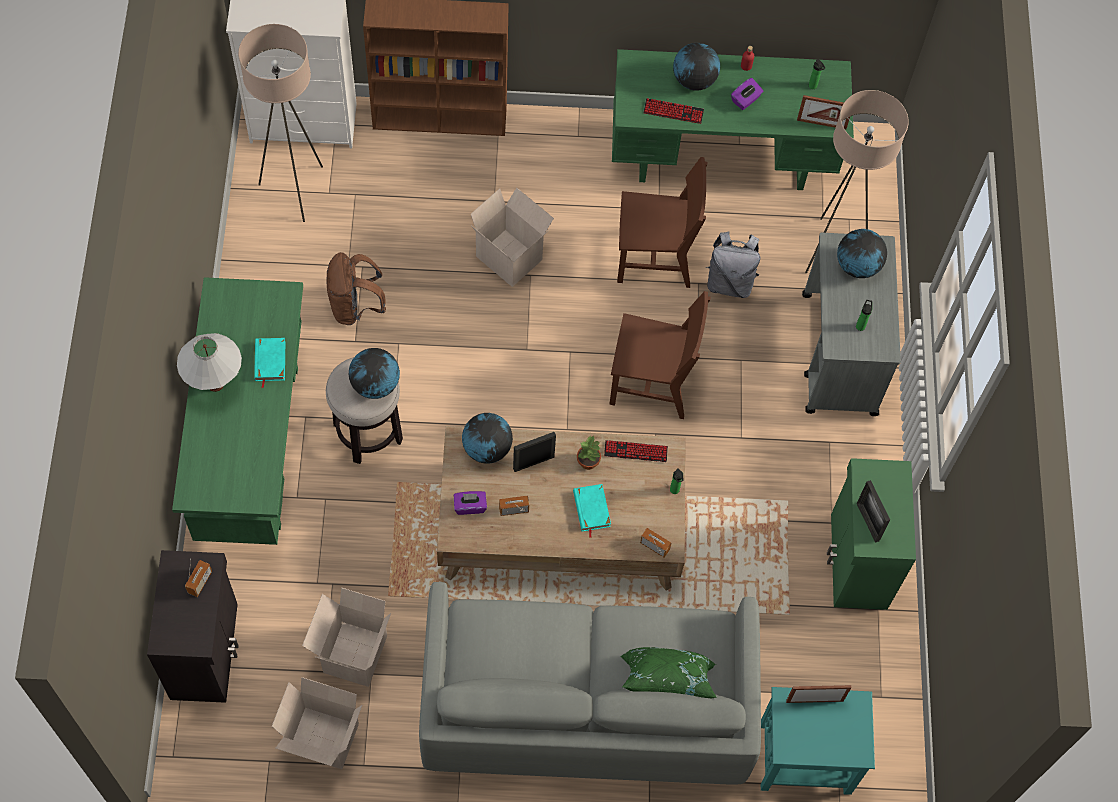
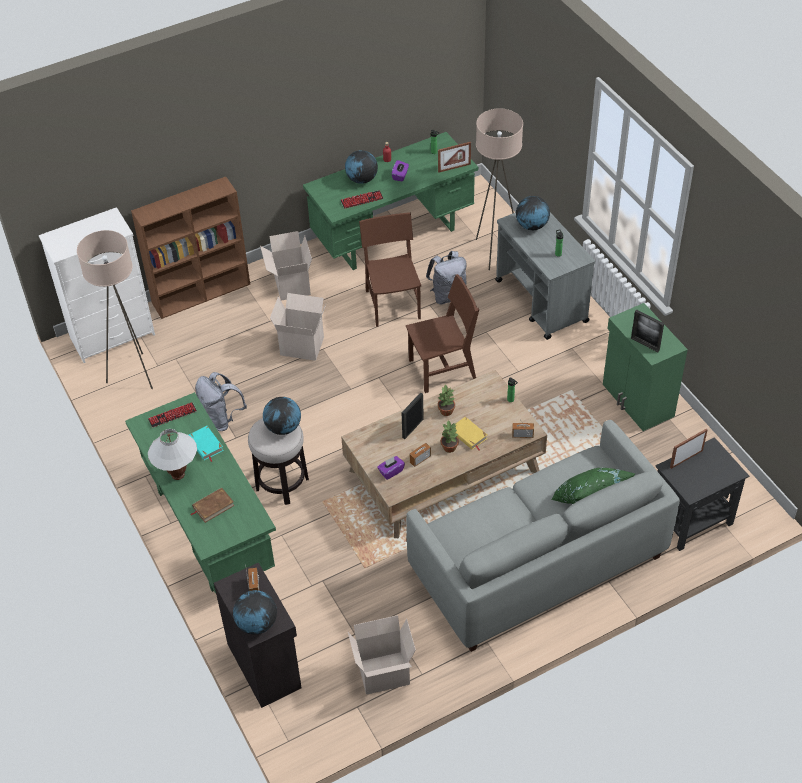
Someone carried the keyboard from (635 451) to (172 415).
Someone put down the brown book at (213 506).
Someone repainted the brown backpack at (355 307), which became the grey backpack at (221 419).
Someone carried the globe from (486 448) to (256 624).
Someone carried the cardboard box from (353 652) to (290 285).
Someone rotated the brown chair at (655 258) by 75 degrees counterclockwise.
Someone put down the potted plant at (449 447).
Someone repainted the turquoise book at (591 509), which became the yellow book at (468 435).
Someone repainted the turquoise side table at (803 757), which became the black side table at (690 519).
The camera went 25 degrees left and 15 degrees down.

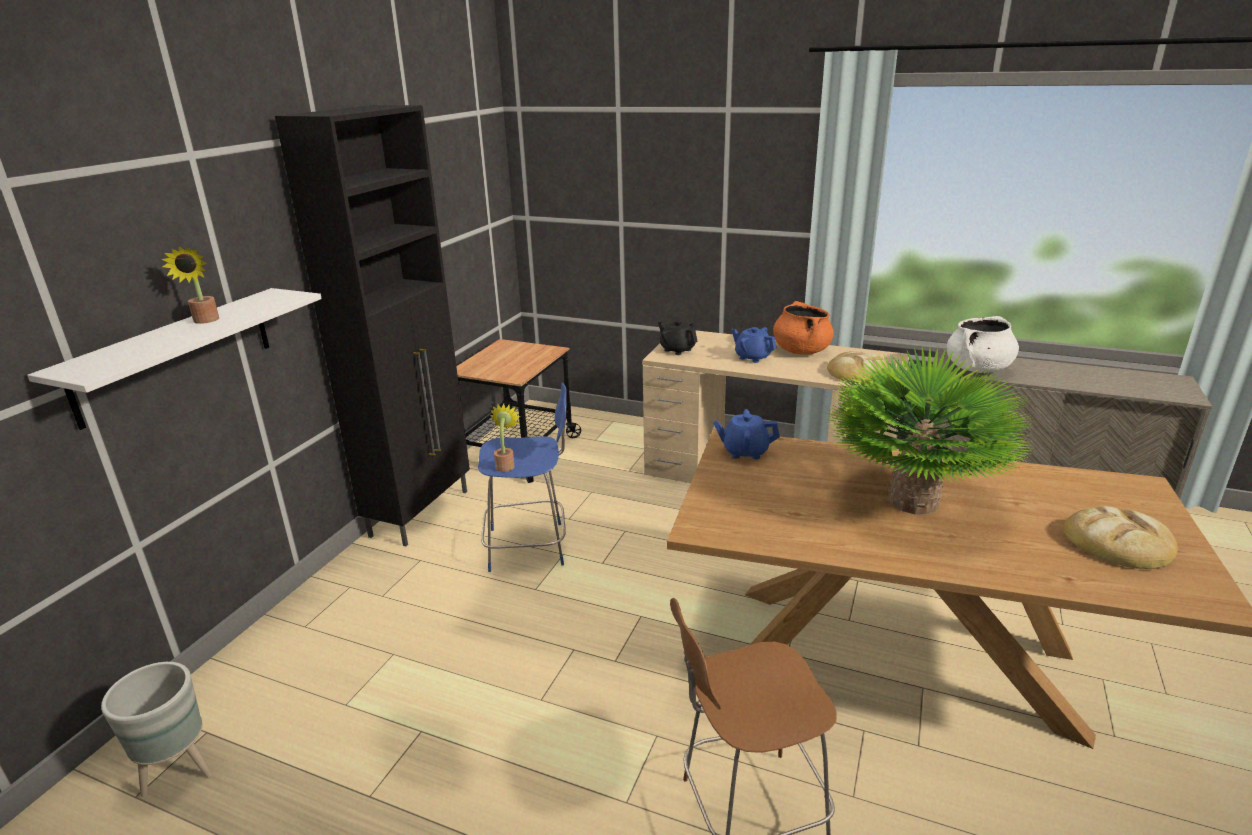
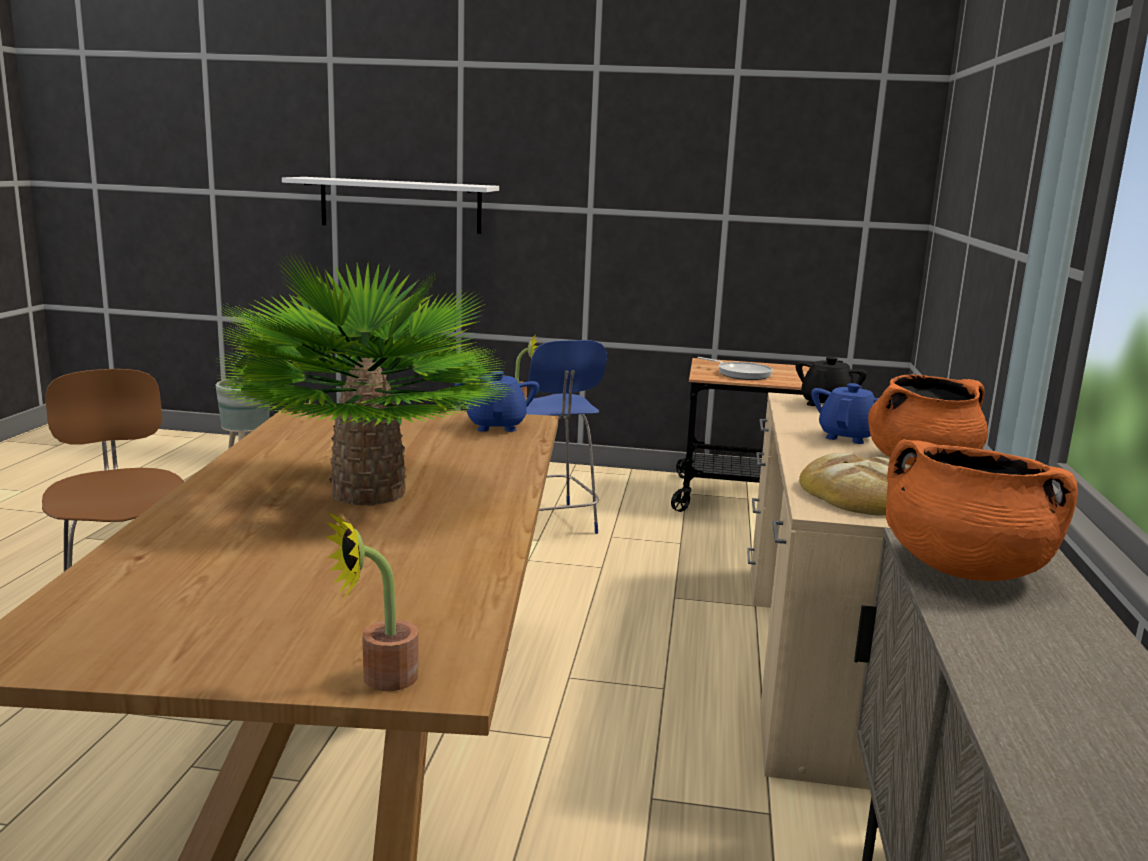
Someone carried the potted plant from (205 321) to (379 679).
Someone put down the frying pan at (741 374).
Someone repainted the white cooking pot at (977 369), which became the orange cooking pot at (963 568).
Someone took away the black cabinet at (422 512).
Someone took away the bread at (1118 542).
The camera went 75 degrees right and 10 degrees down.

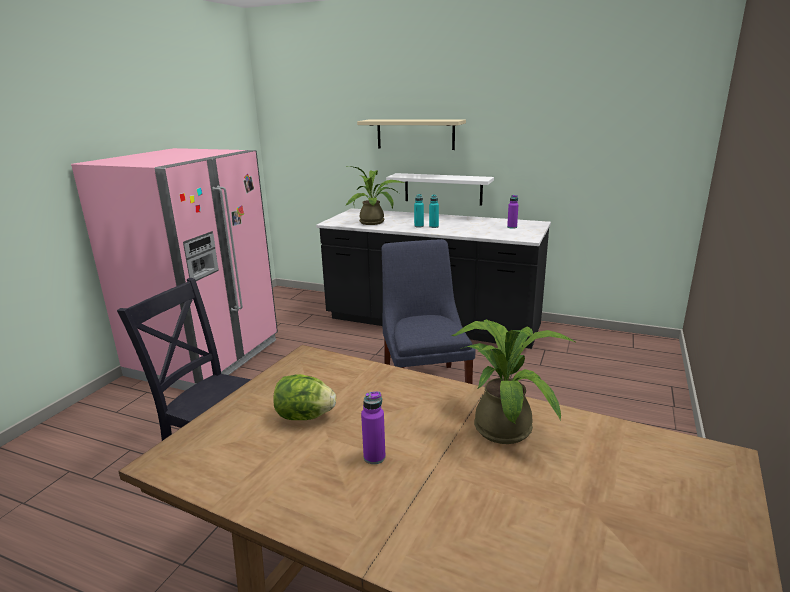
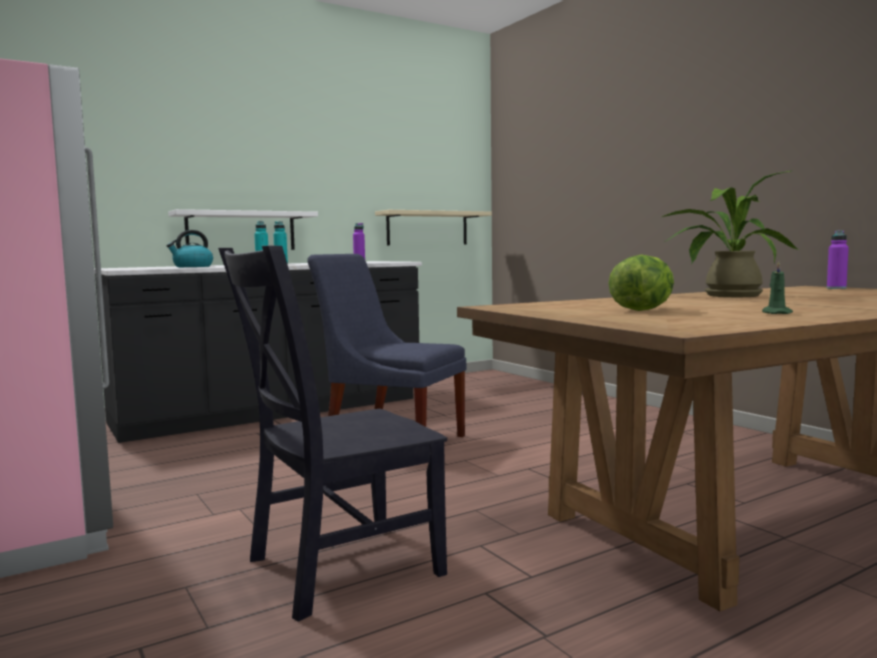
Someone swapped the potted plant at (375 222) for the kettle at (192 266).
Someone carried the beige shelf from (415 134) to (427 228).
Someone put down the green candle at (776 313).
Someone carried the purple bottle from (374 457) to (836 288).
The camera went 55 degrees left and 15 degrees down.

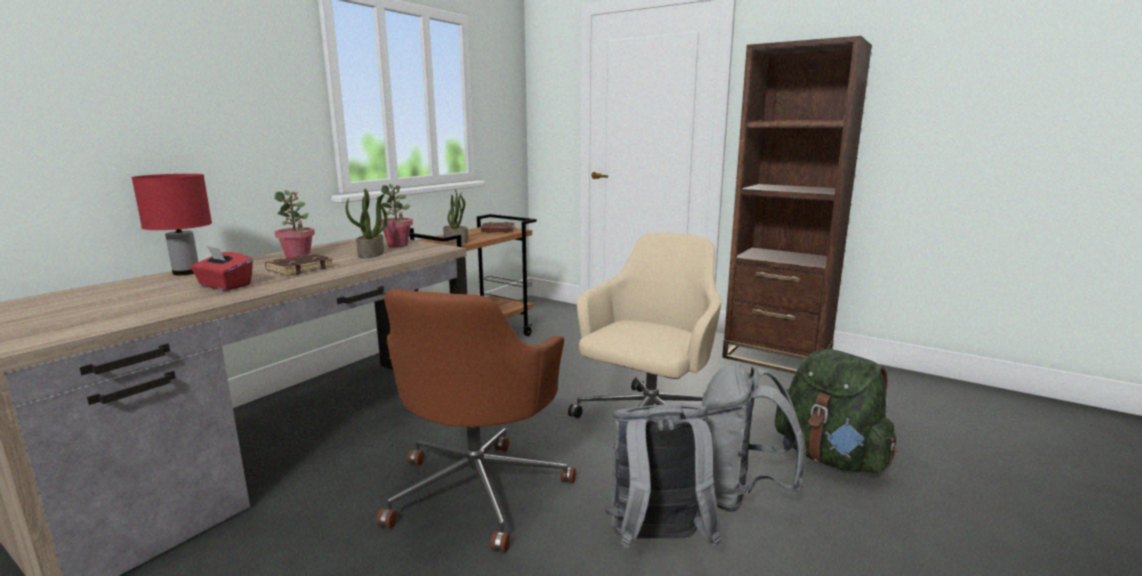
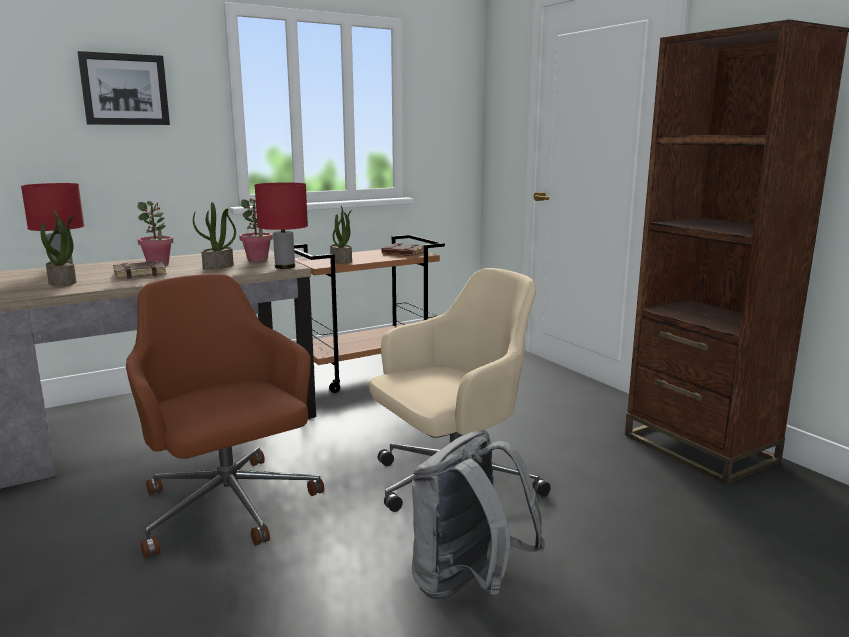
Someone swapped the red tissue box at (224 286) for the potted plant at (63 282).
Someone put up the picture at (125 89).
Someone rotated the brown office chair at (479 488) by 105 degrees clockwise.
Someone put down the red table lamp at (284 267).
Someone took away the grey backpack at (657 541).
Someone took away the green backpack at (830 457).
The camera went 25 degrees right and 0 degrees up.

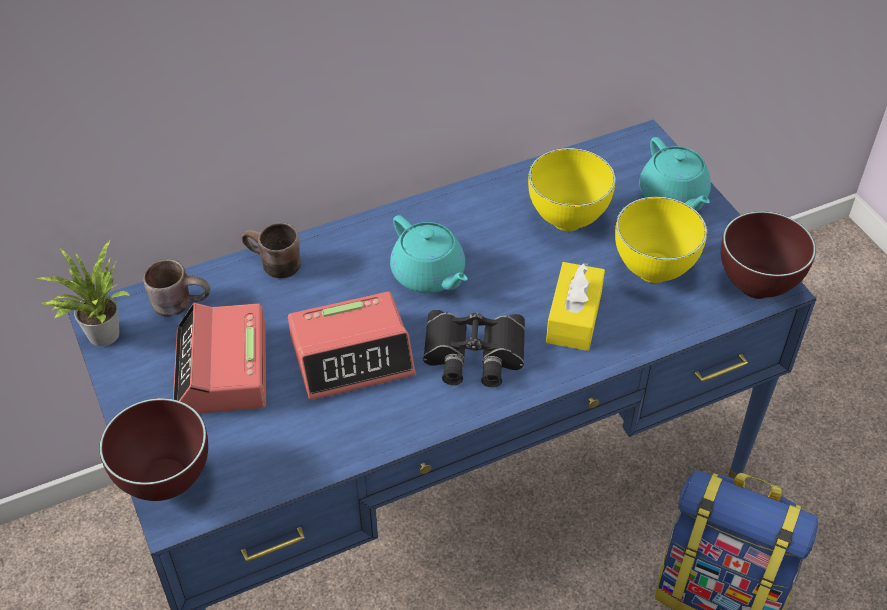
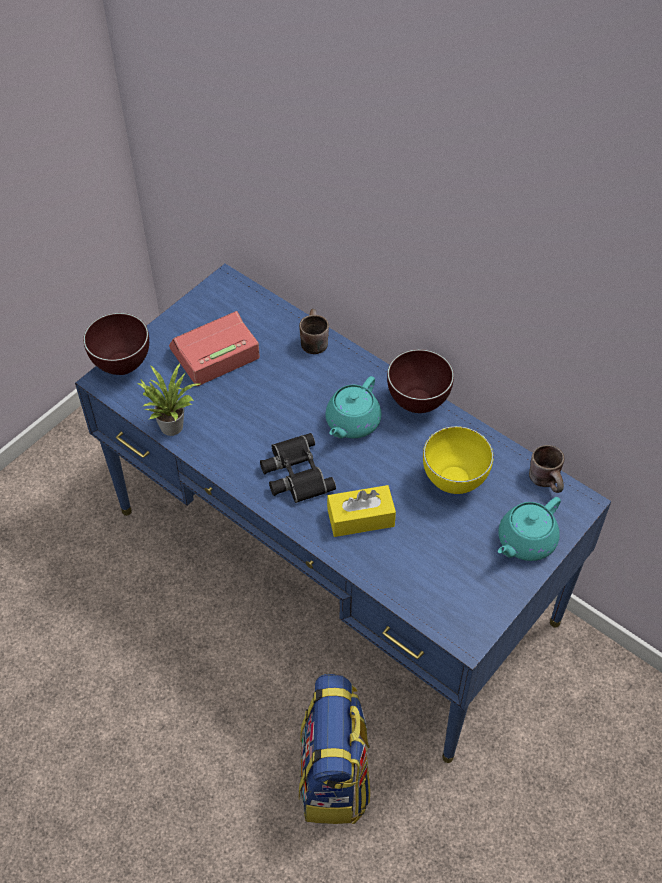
Someone carried the potted plant from (99 333) to (171 424).
Someone carried the brown bowl from (755 286) to (419 403).
Someone carried the brown mug from (181 301) to (548 480).
Someone took away the alarm clock at (352 356).
Someone took away the yellow bowl at (651 271).
The camera went 65 degrees right and 5 degrees up.

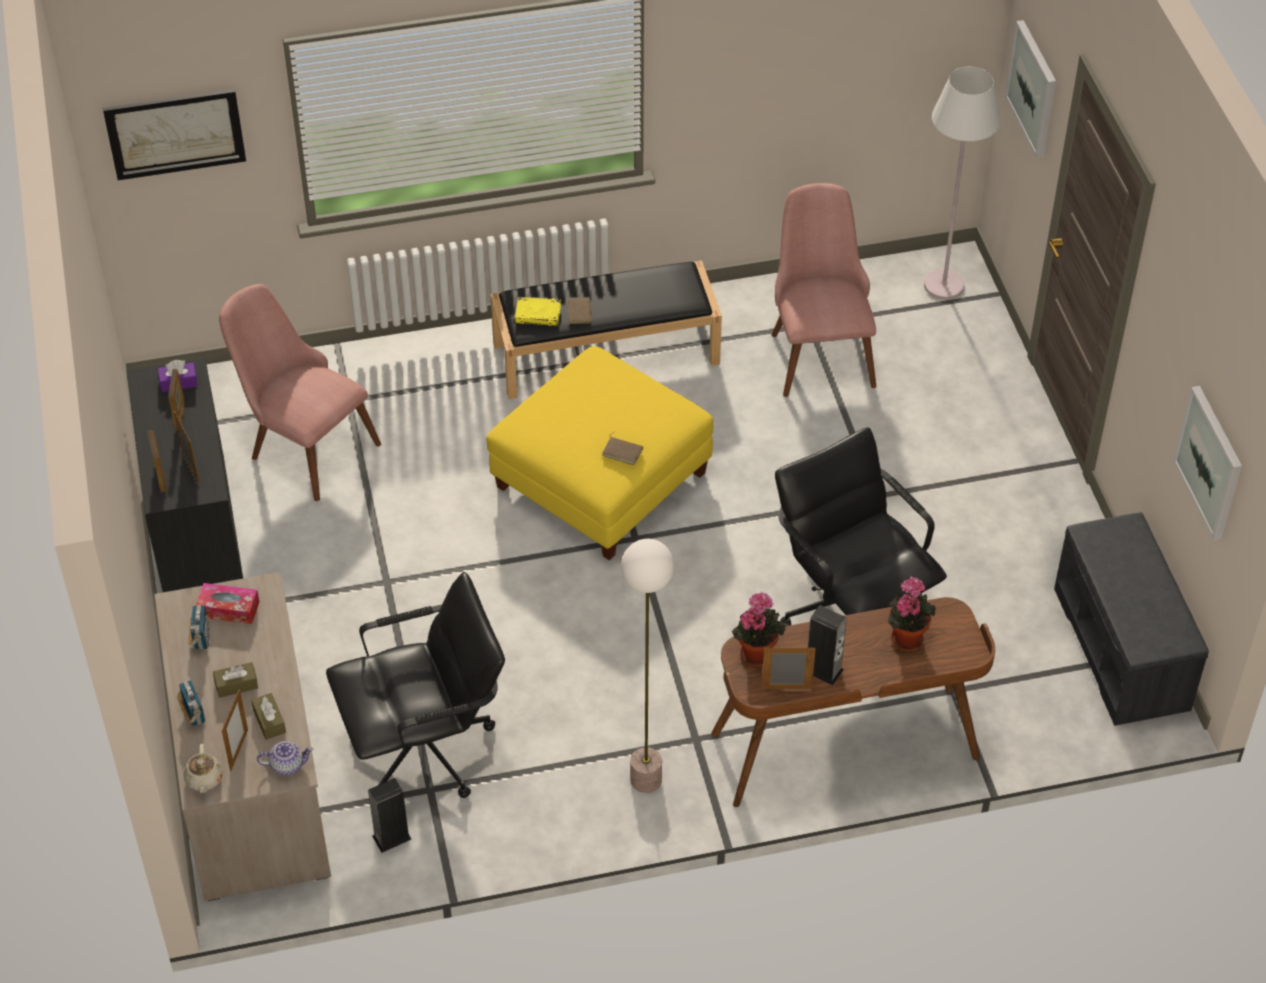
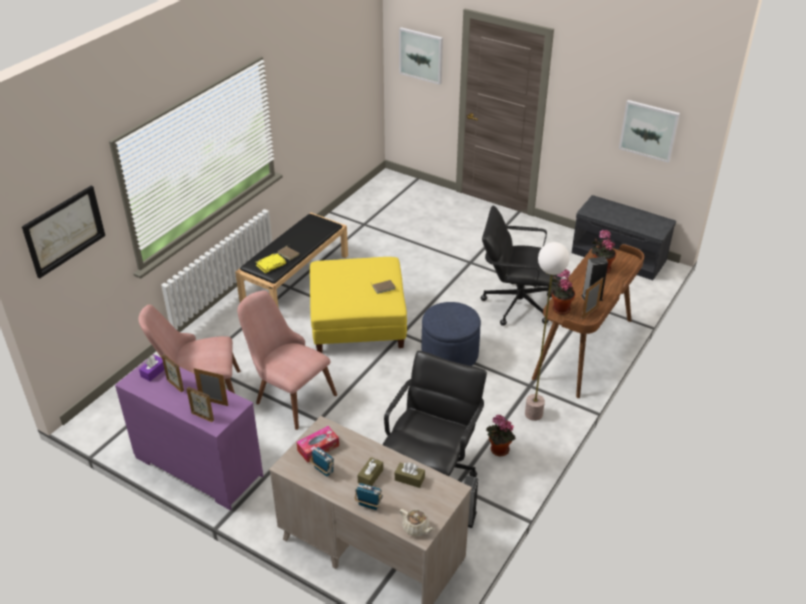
Someone repainted the black dresser at (196 538), which became the purple dresser at (197 467).
Someone carried the pink chair from (818 349) to (288 395).
Someone put down the blue ottoman at (449 354).
Someone put down the potted plant at (498 450).
Someone took away the picture frame at (239 750).
Someone took away the teapot at (287 765).
Someone took away the white floor lamp at (943 285).
The camera went 45 degrees left and 10 degrees down.

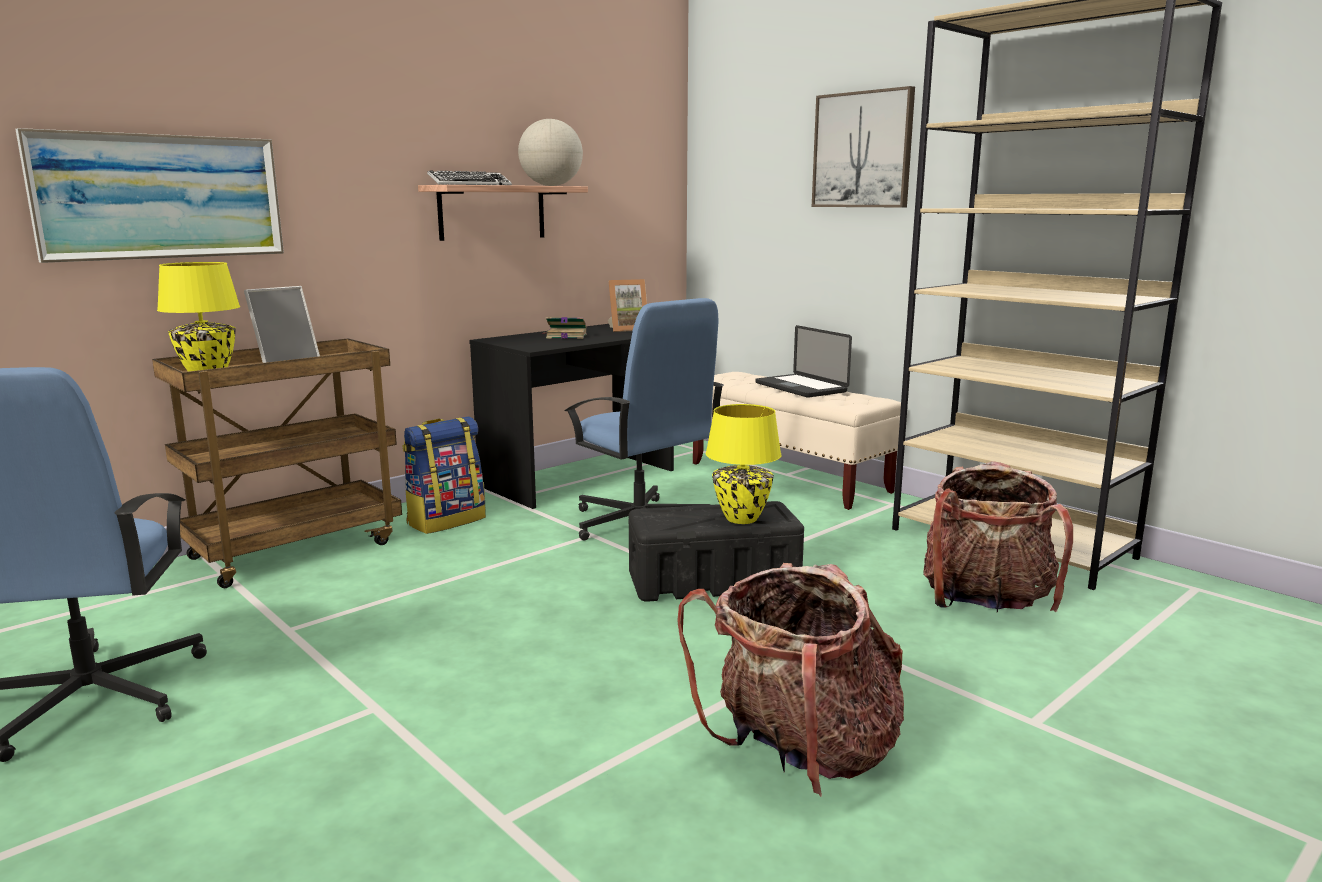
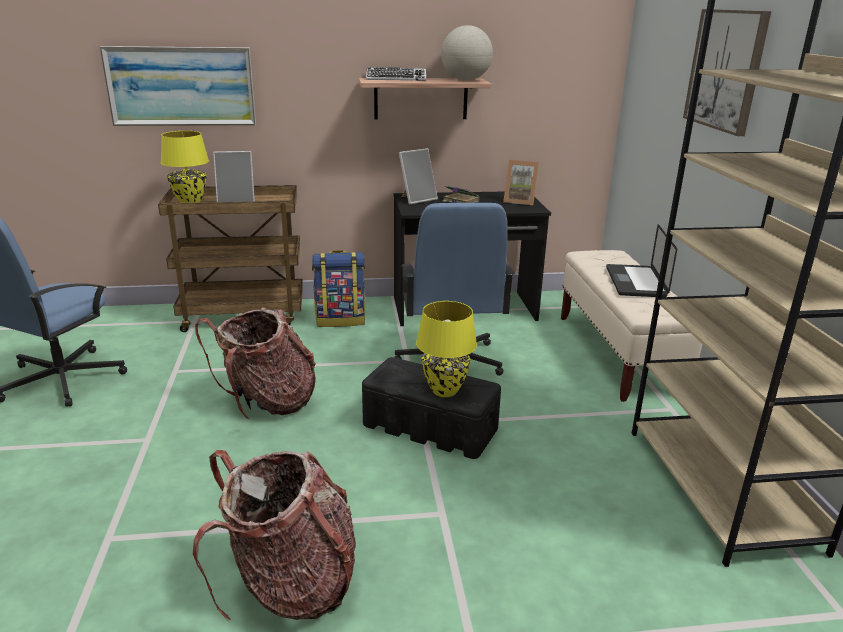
Someone carried the backpack from (986 602) to (267 403).
Someone put down the picture frame at (417 199).
The camera went 35 degrees right and 10 degrees up.

